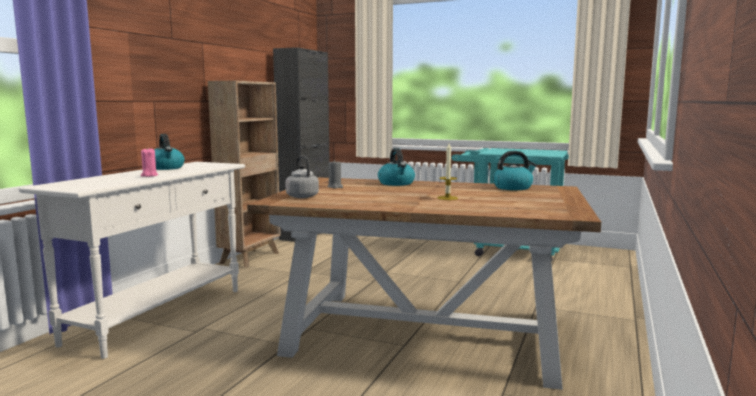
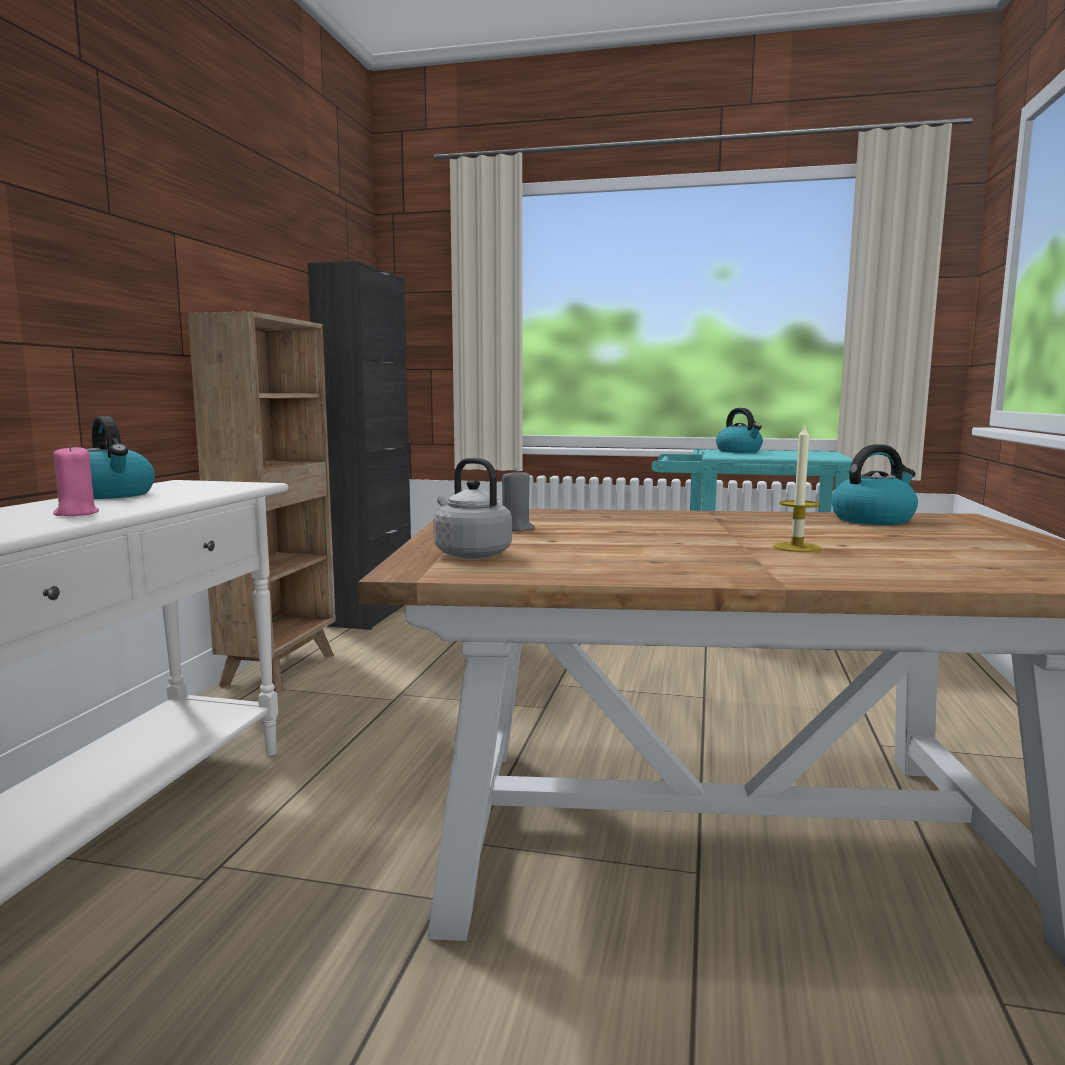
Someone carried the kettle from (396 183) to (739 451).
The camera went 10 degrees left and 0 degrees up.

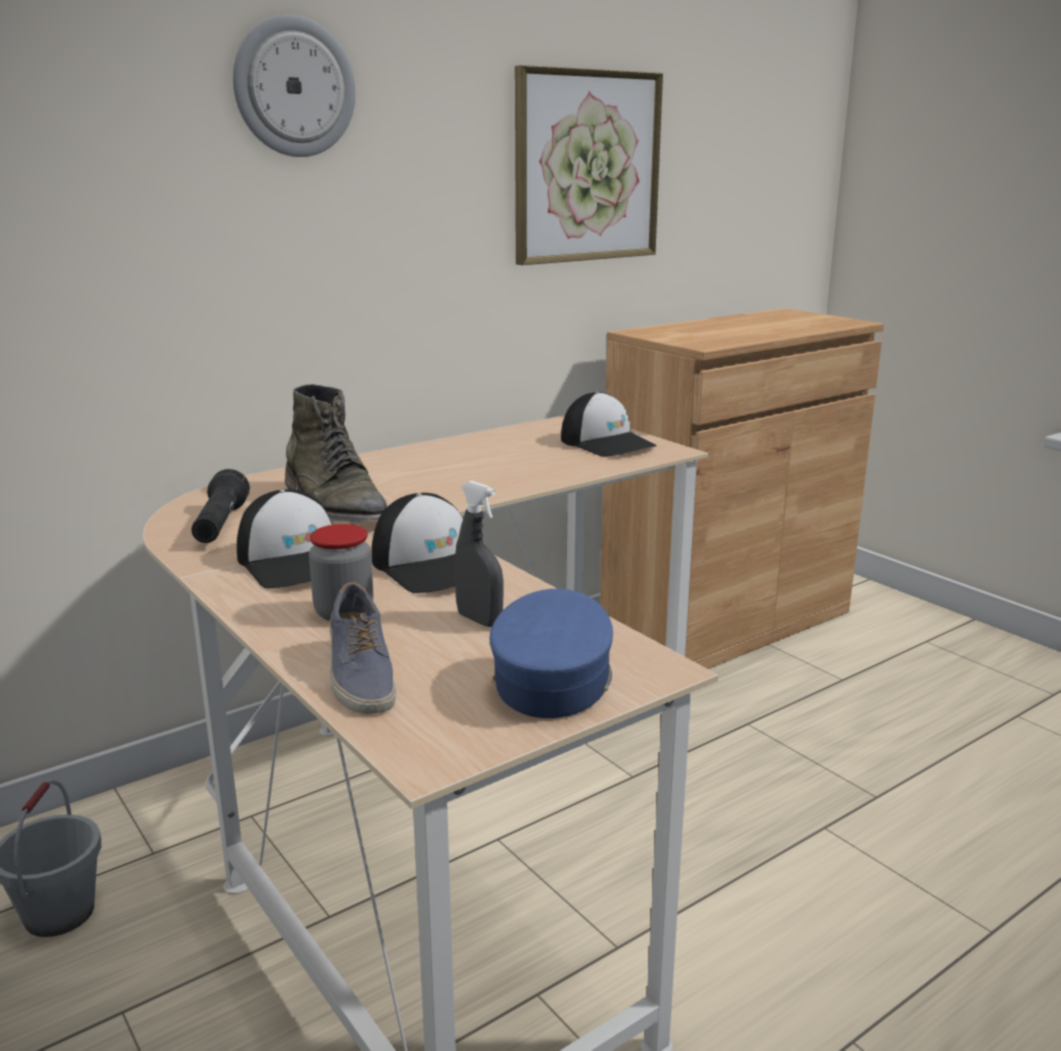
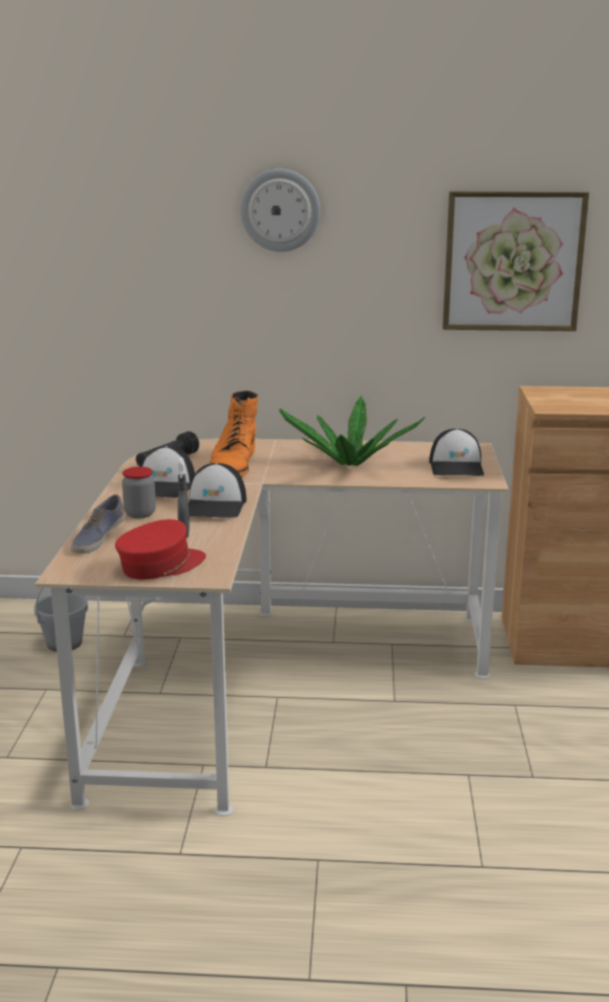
Someone repainted the blue cap at (553 679), which became the red cap at (161 565).
Someone repainted the green boot at (335 505), which became the orange boot at (233 465).
Someone put down the potted plant at (350 463).
The camera went 40 degrees right and 0 degrees up.

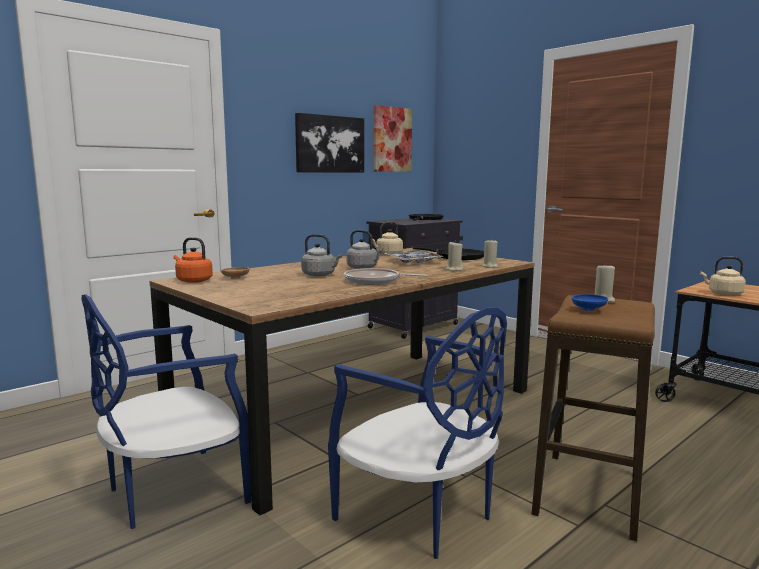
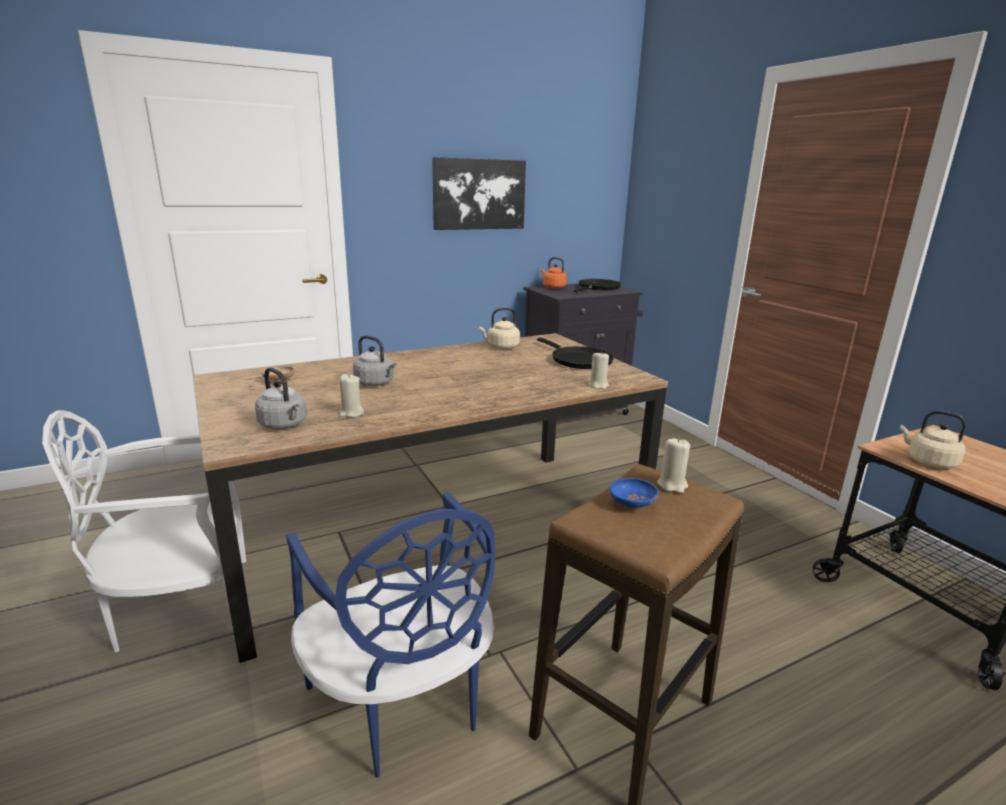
Someone repainted the blue chair at (173 491), which became the white chair at (183 609).
Someone carried the grey kettle from (363 268) to (284 425).
Someone carried the beige candle from (454 269) to (351 413).
Someone carried the orange kettle from (193 281) to (553 287).
Someone took away the frying pan at (375 281).
Someone took away the picture at (391 139).
Someone took away the tray at (413 261).
The camera went 15 degrees right and 10 degrees up.

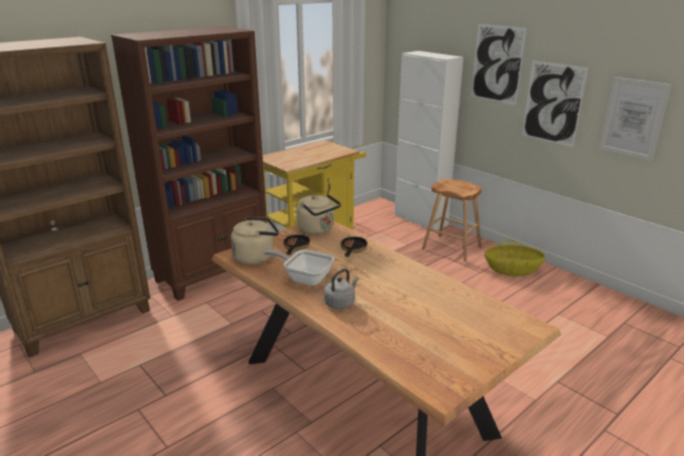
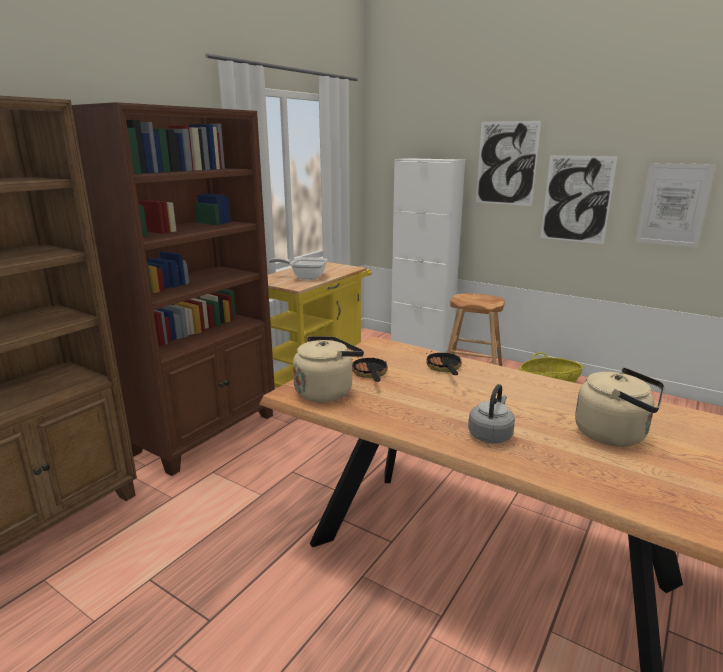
Someone carried the frying pan from (304 278) to (305 277).
Someone carried the beige kettle from (317 230) to (614 435).
The camera went 15 degrees left and 5 degrees down.

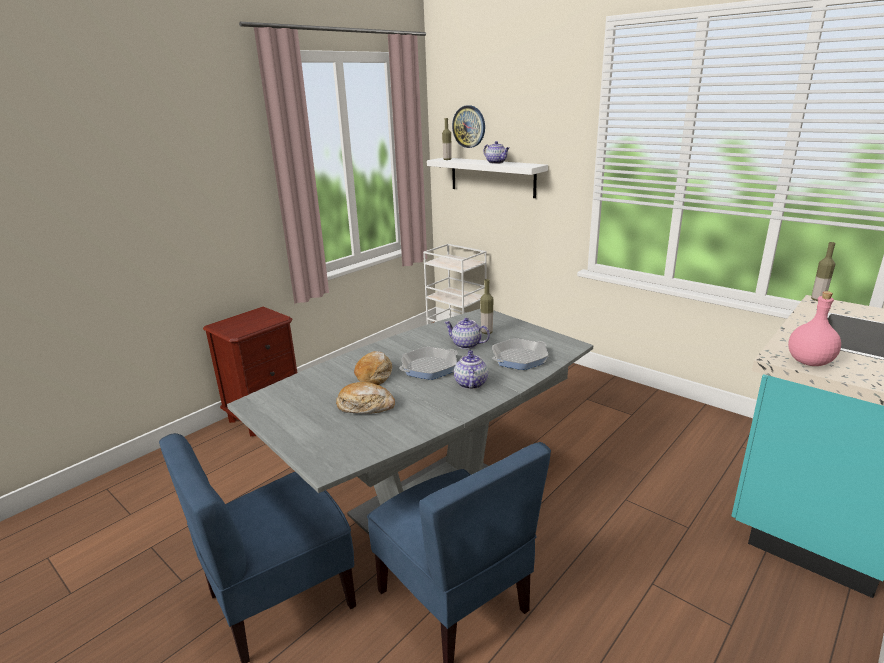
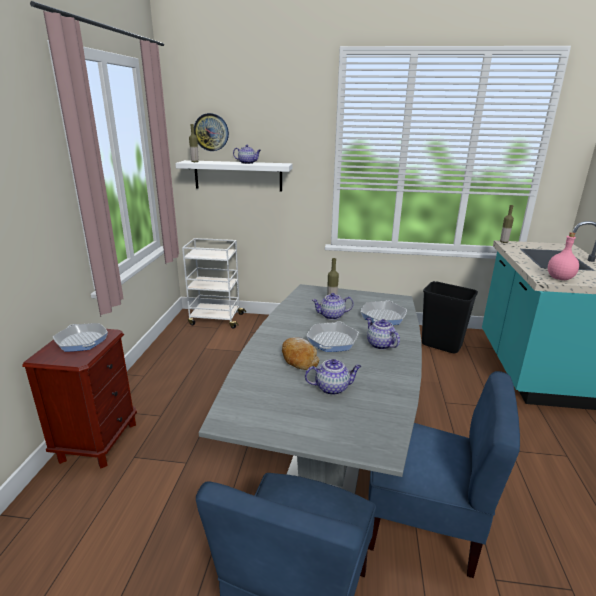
Someone put down the frying pan at (82 341).
Someone swapped the bread at (365 406) for the teapot at (332 388).
Someone put down the black trash can at (442 345).
The camera went 35 degrees left and 0 degrees up.

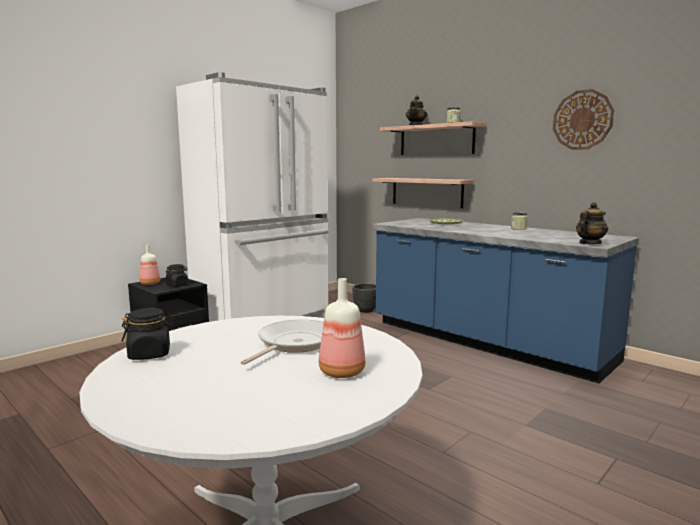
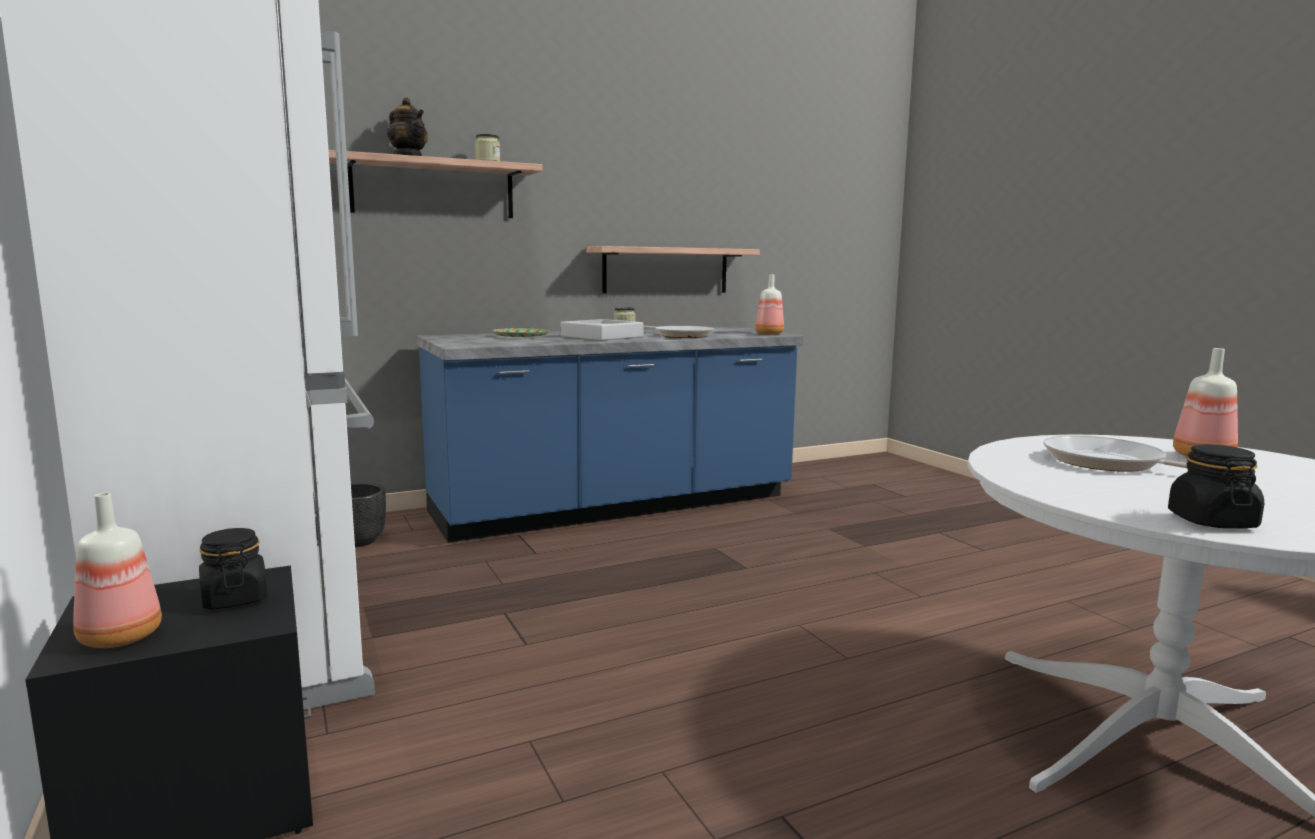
Someone put down the grey tray at (602 336).
Someone carried the shelf from (426 192) to (666 270).
Someone put down the frying pan at (682 335).
Someone swapped the teapot at (589 243) for the bottle at (769 334).
Someone took away the wall clock at (582 120).
The camera went 70 degrees left and 0 degrees up.

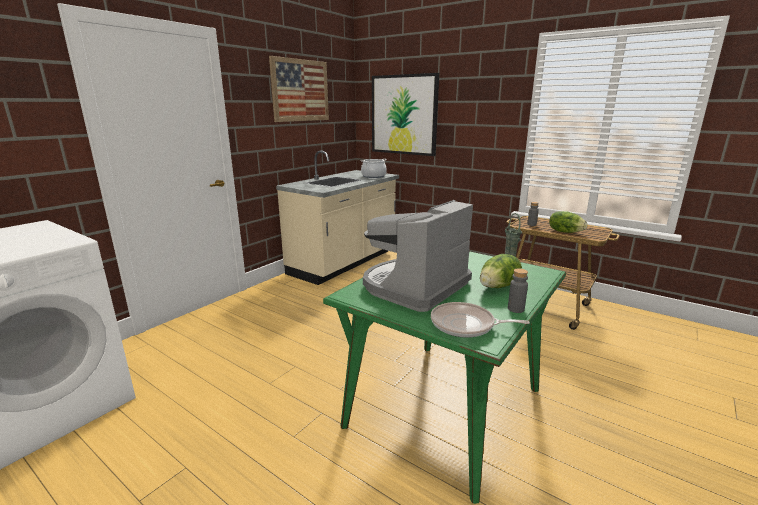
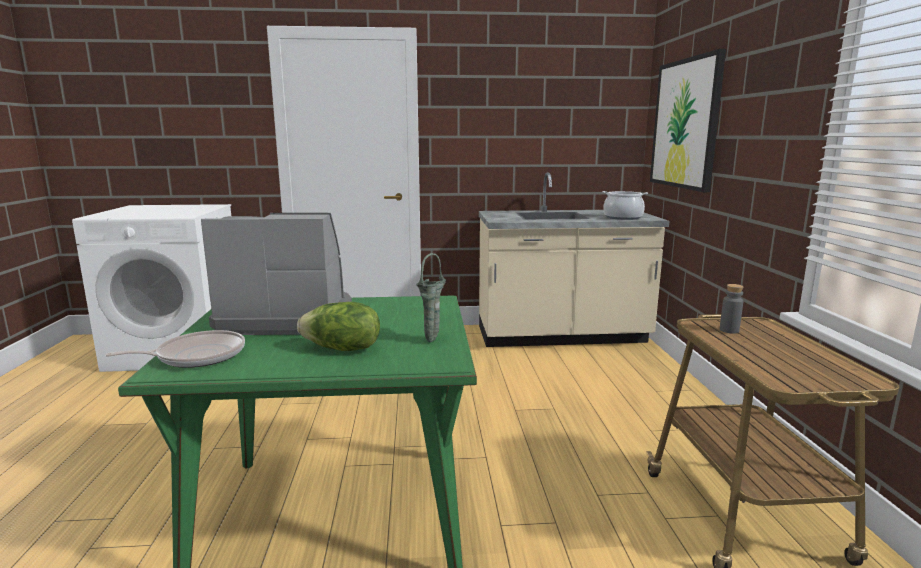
Someone rotated the frying pan at (466 325) by 90 degrees clockwise.
Someone took away the picture at (300 90).
Someone took away the grey bottle at (516 309).
Someone took away the lettuce at (565 232).
The camera went 50 degrees right and 5 degrees down.

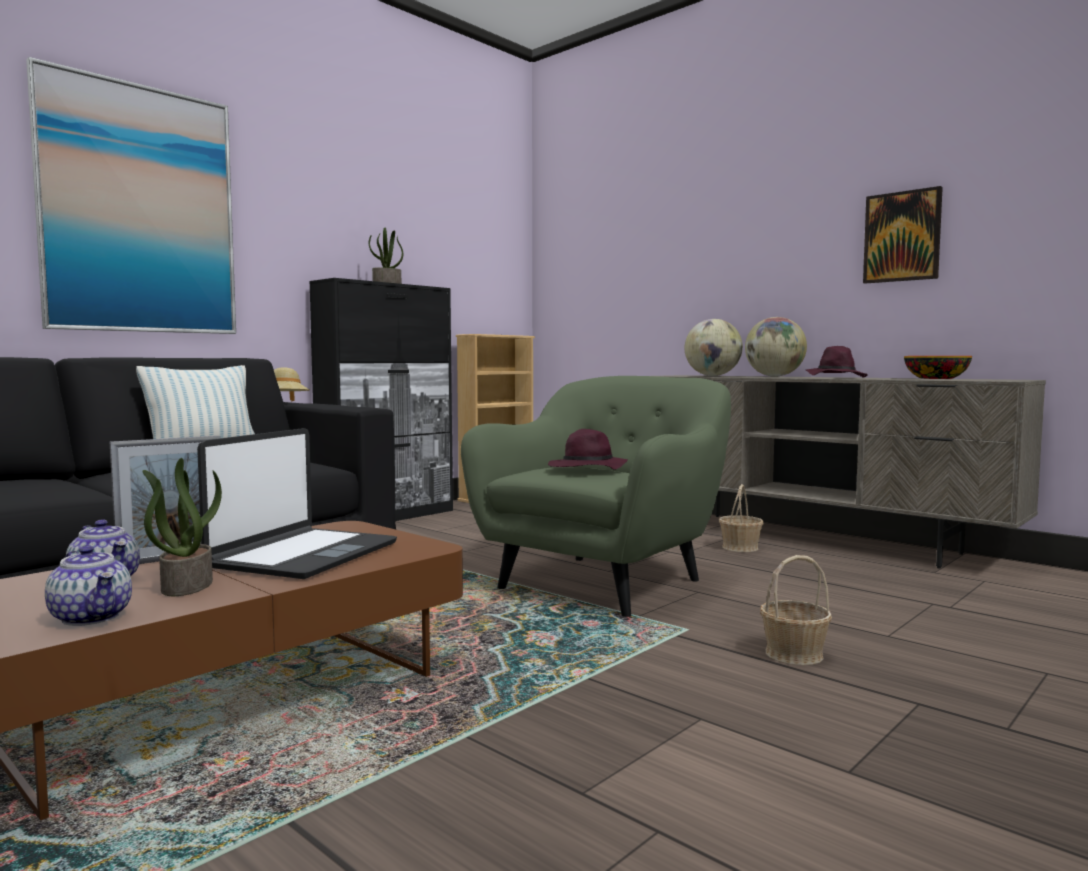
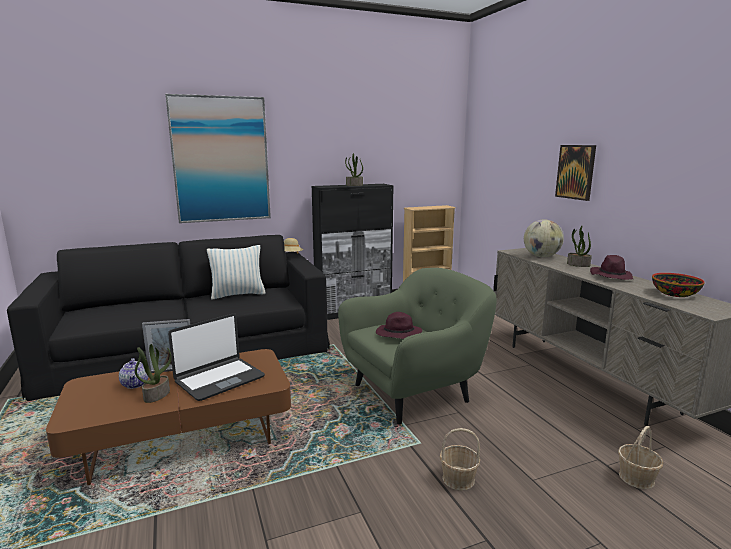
Someone carried the picture from (902 236) to (575 172).
Someone swapped the globe at (774 376) for the potted plant at (578 265).
Someone carried the basket from (740 547) to (636 478).
Someone took away the teapot at (92 617).
The camera went 25 degrees right and 10 degrees up.

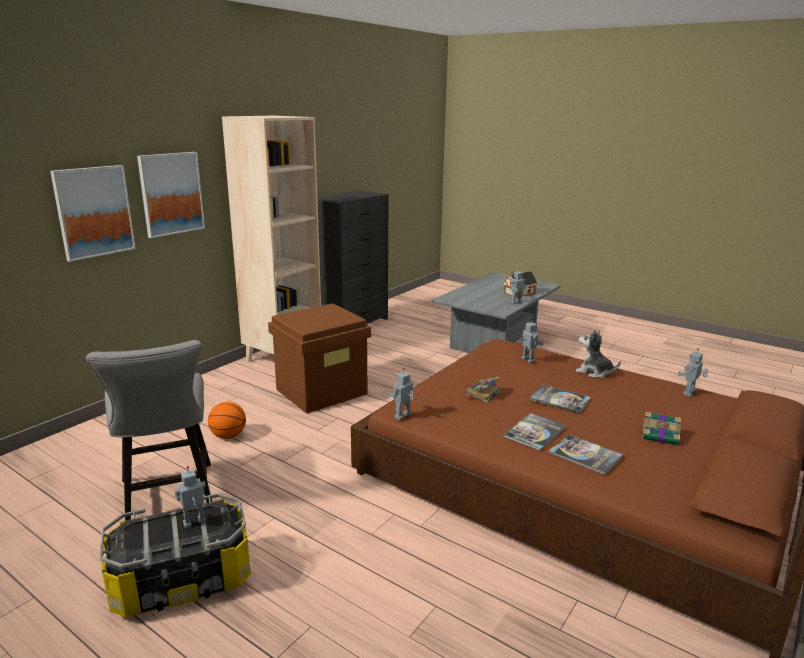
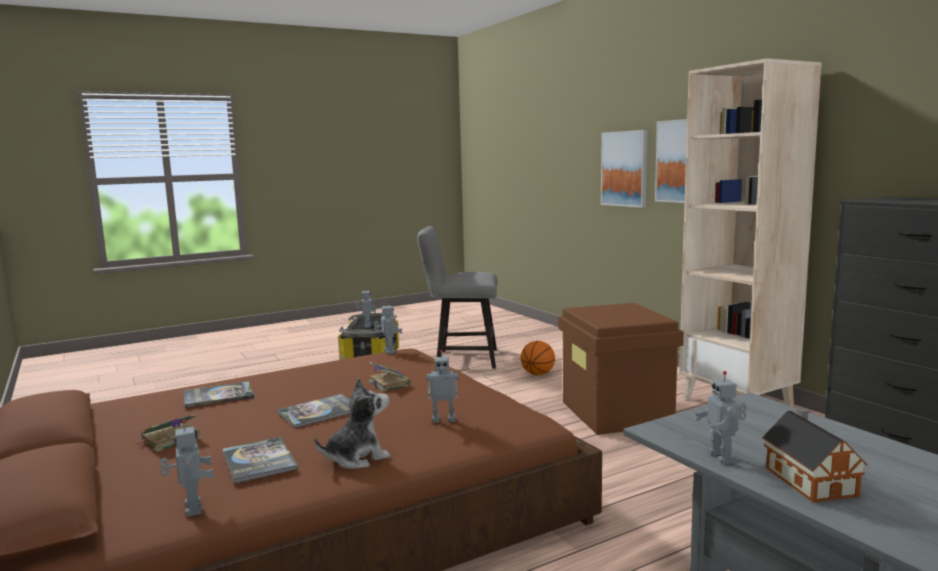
Someone carried the book from (535 432) to (259 461).
The camera went 115 degrees right and 10 degrees down.

